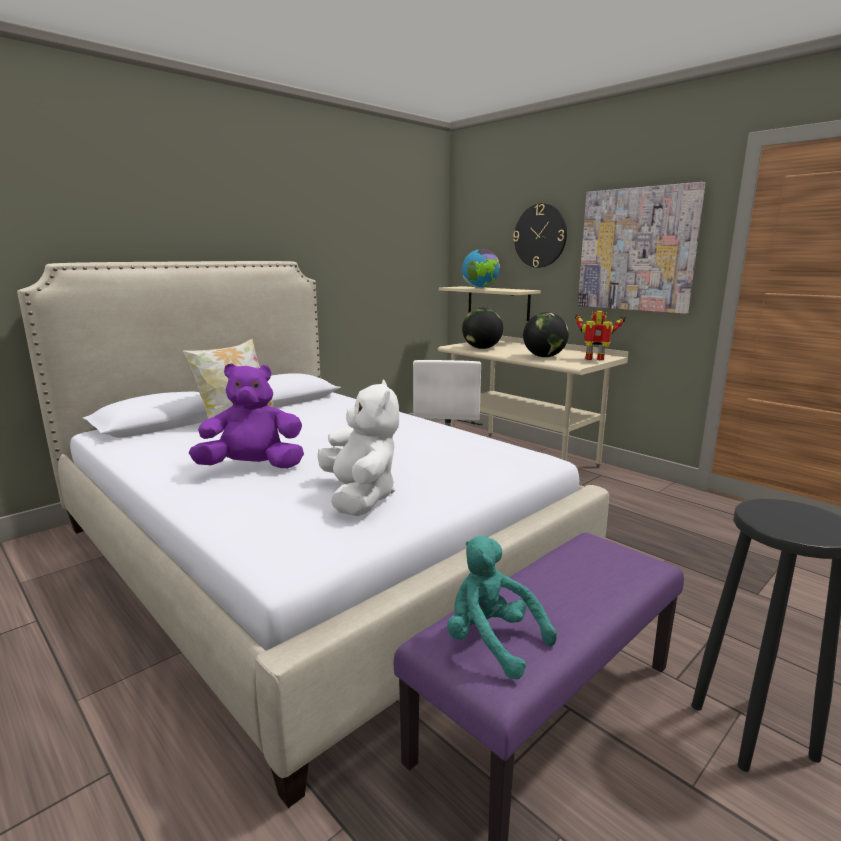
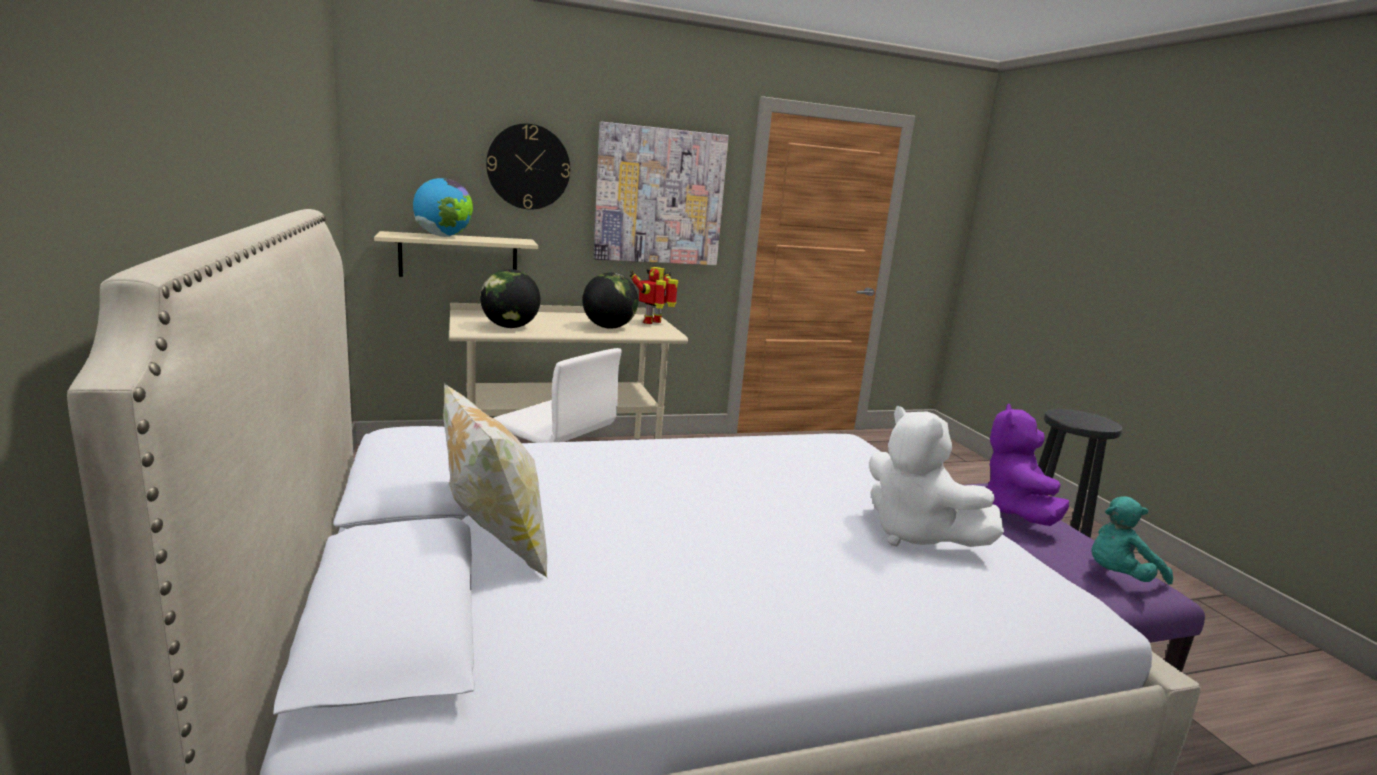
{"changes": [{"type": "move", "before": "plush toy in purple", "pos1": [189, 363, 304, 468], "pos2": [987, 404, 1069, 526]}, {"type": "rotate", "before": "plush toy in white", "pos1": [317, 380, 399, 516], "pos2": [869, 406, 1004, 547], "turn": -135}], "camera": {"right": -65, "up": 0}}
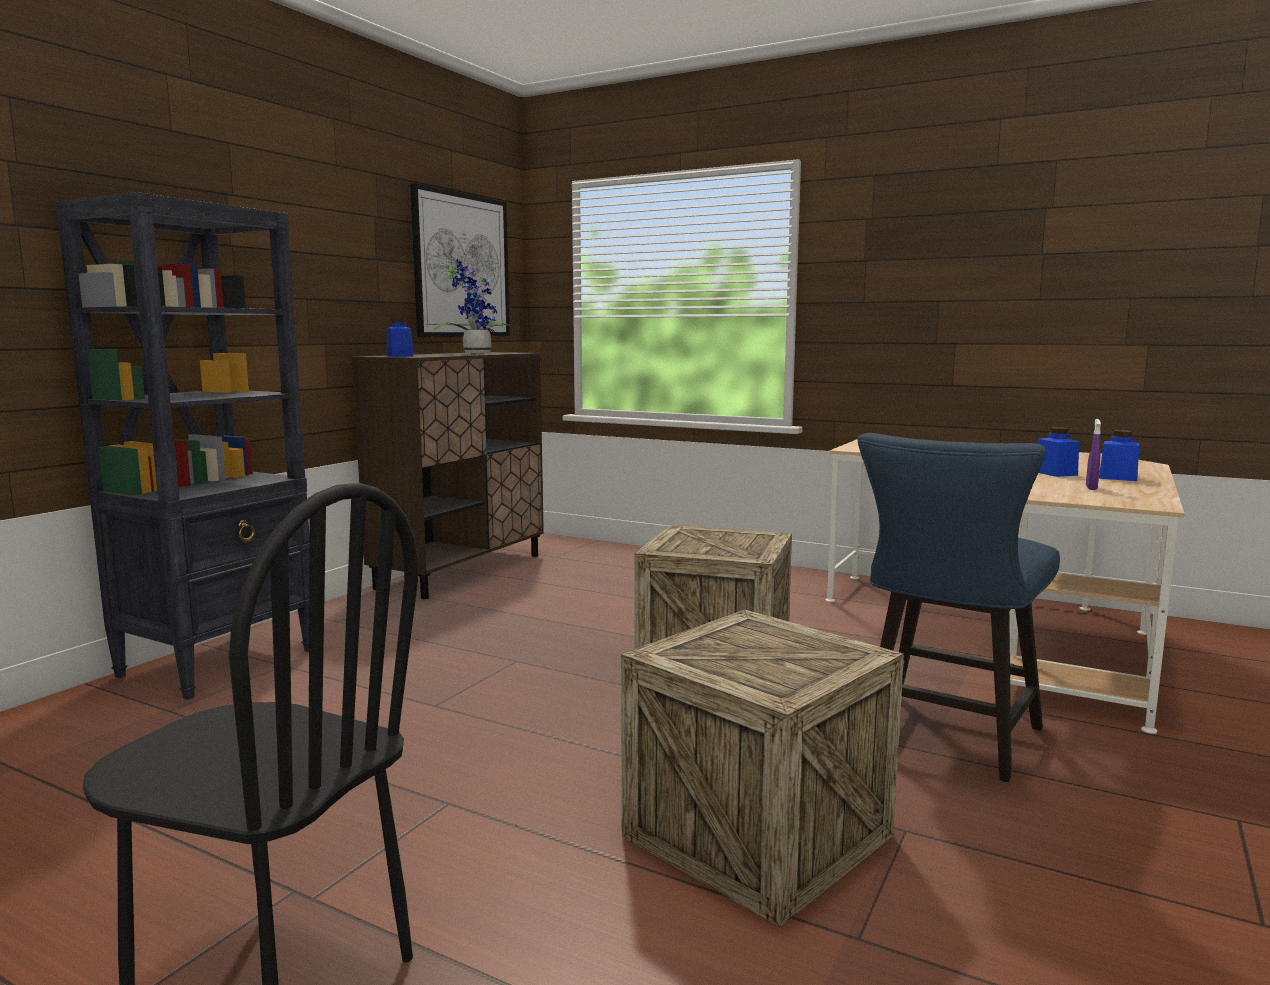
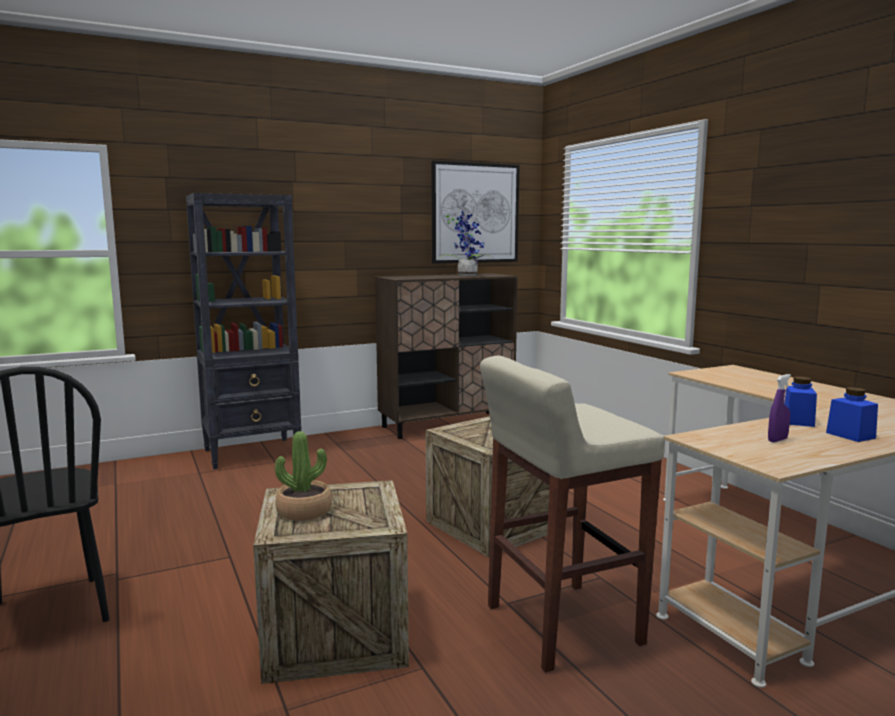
{"changes": [{"type": "delete", "before": "jar in blue", "pos1": [386, 318, 413, 357]}, {"type": "replace", "before": "chair in blue", "after": "stool in beige", "pos1": [858, 433, 1060, 782], "pos2": [480, 356, 665, 673]}, {"type": "insert", "after": "potted plant", "pos2": [275, 431, 332, 521]}], "camera": {"right": 35, "up": 0}}
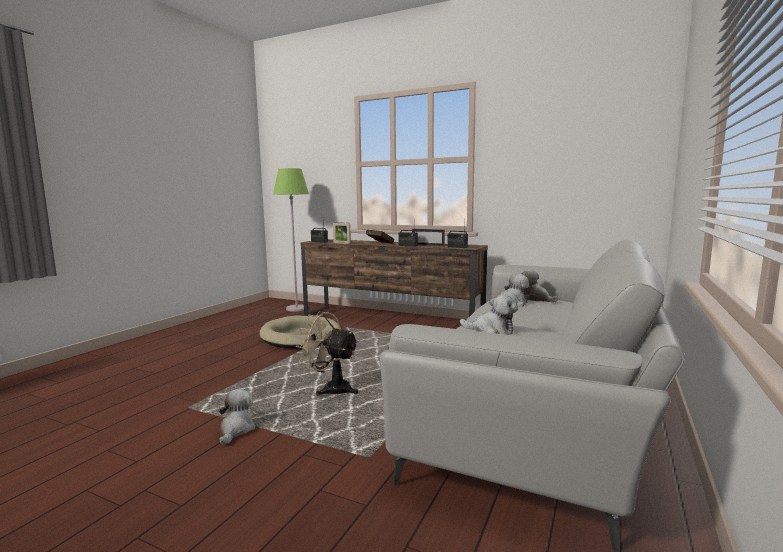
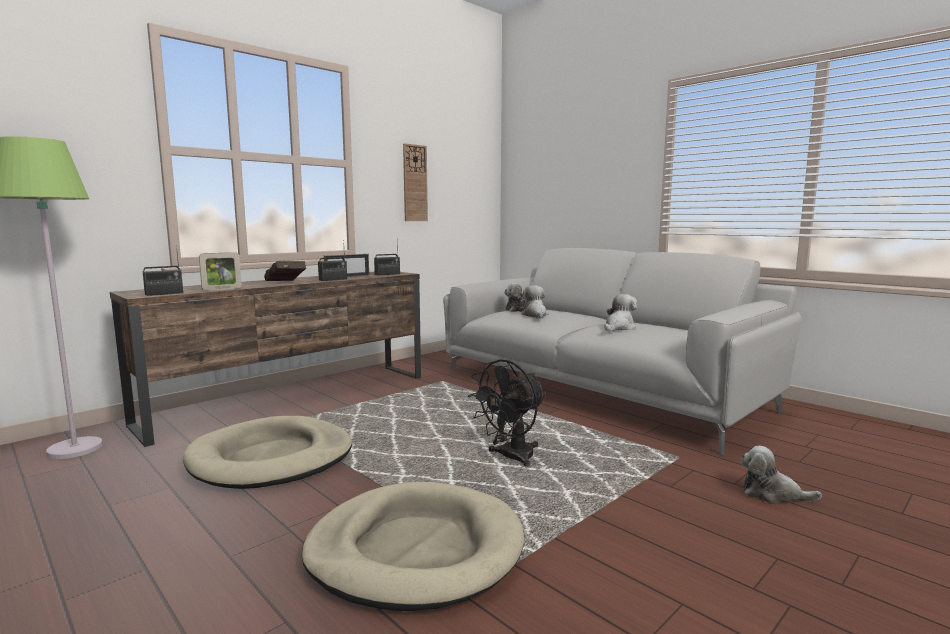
{"changes": [{"type": "recolor", "before": "fan in beige", "after": "fan in black", "pos1": [296, 312, 359, 396], "pos2": [468, 359, 547, 467]}, {"type": "move", "before": "plush toy", "pos1": [219, 389, 256, 445], "pos2": [741, 446, 822, 503]}, {"type": "insert", "after": "wall clock", "pos2": [403, 143, 428, 221]}, {"type": "insert", "after": "dog bed in beige", "pos2": [302, 482, 525, 611]}], "camera": {"right": -70, "up": 0}}
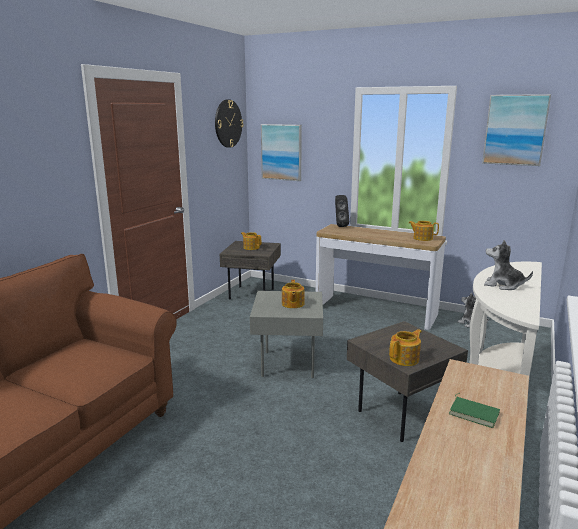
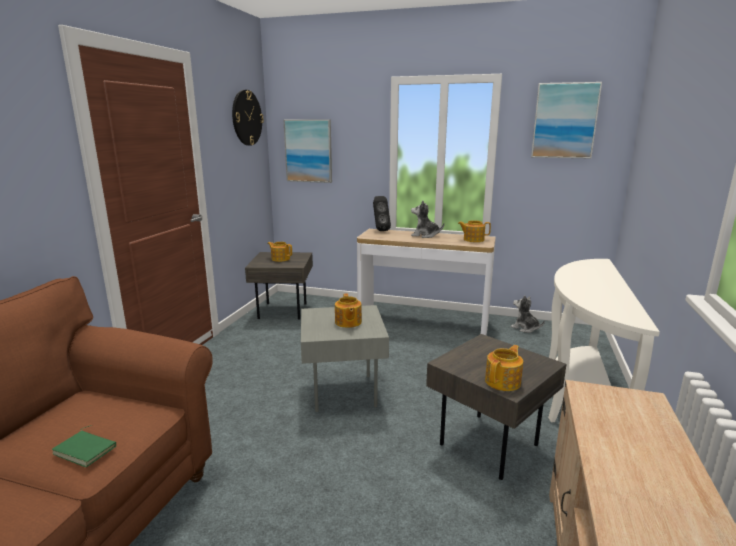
{"changes": [{"type": "move", "before": "plush toy", "pos1": [484, 240, 533, 290], "pos2": [411, 200, 444, 238]}, {"type": "move", "before": "book in green", "pos1": [449, 393, 500, 428], "pos2": [52, 425, 116, 467]}], "camera": {"right": -10, "up": 0}}
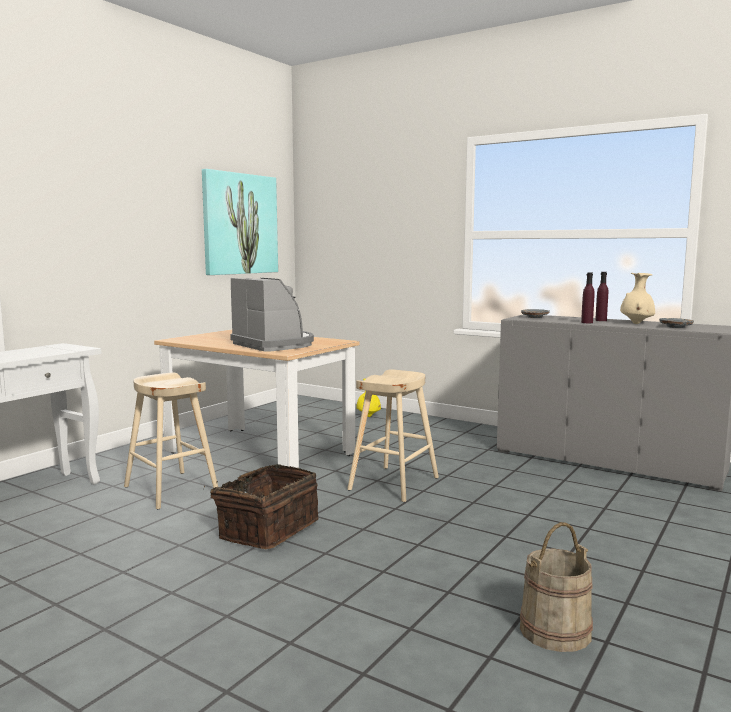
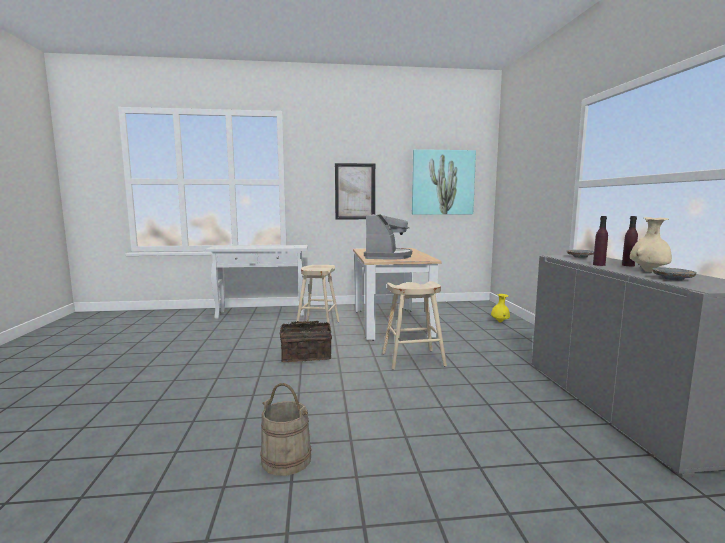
{"changes": [{"type": "insert", "after": "picture", "pos2": [335, 163, 375, 219]}], "camera": {"right": 50, "up": 0}}
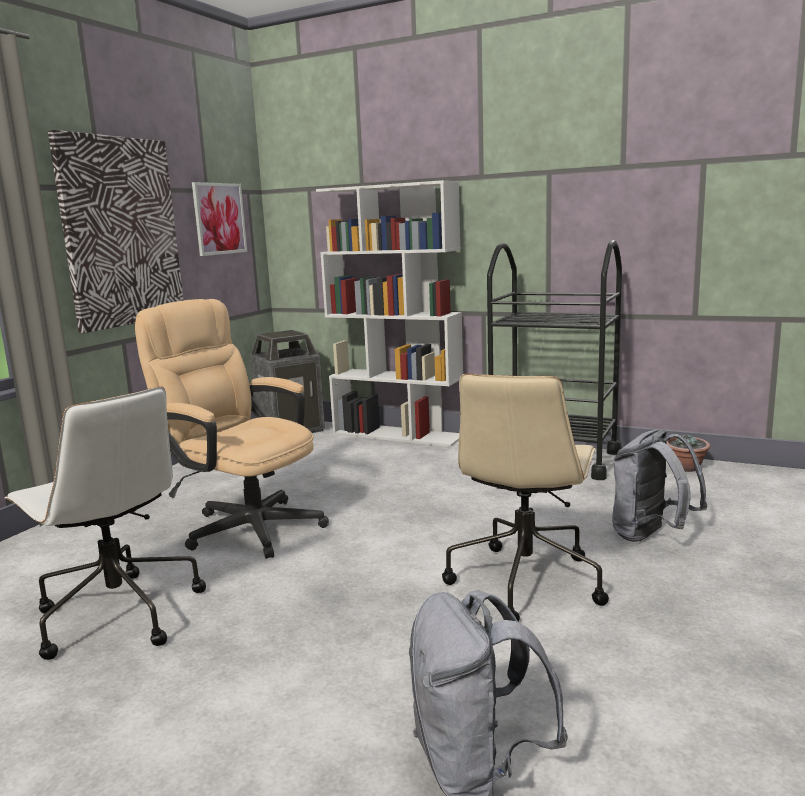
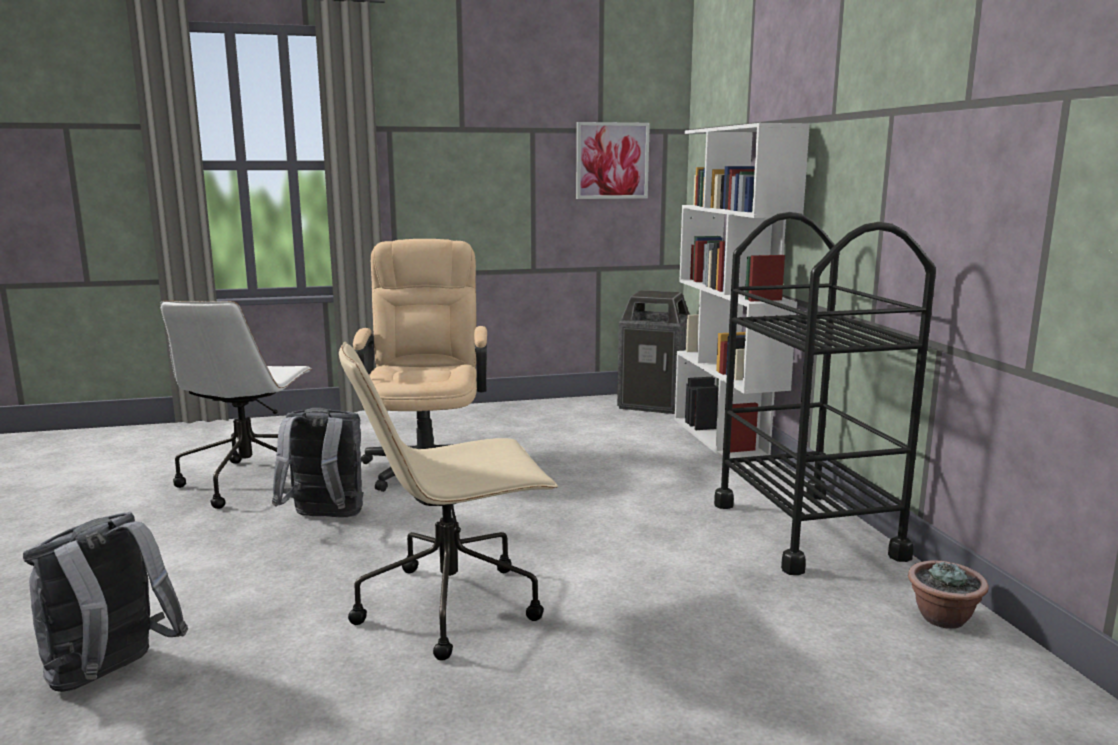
{"changes": [{"type": "delete", "before": "picture", "pos1": [48, 130, 183, 333]}, {"type": "move", "before": "backpack in grey", "pos1": [612, 429, 708, 542], "pos2": [272, 408, 363, 518]}], "camera": {"right": 50, "up": 0}}
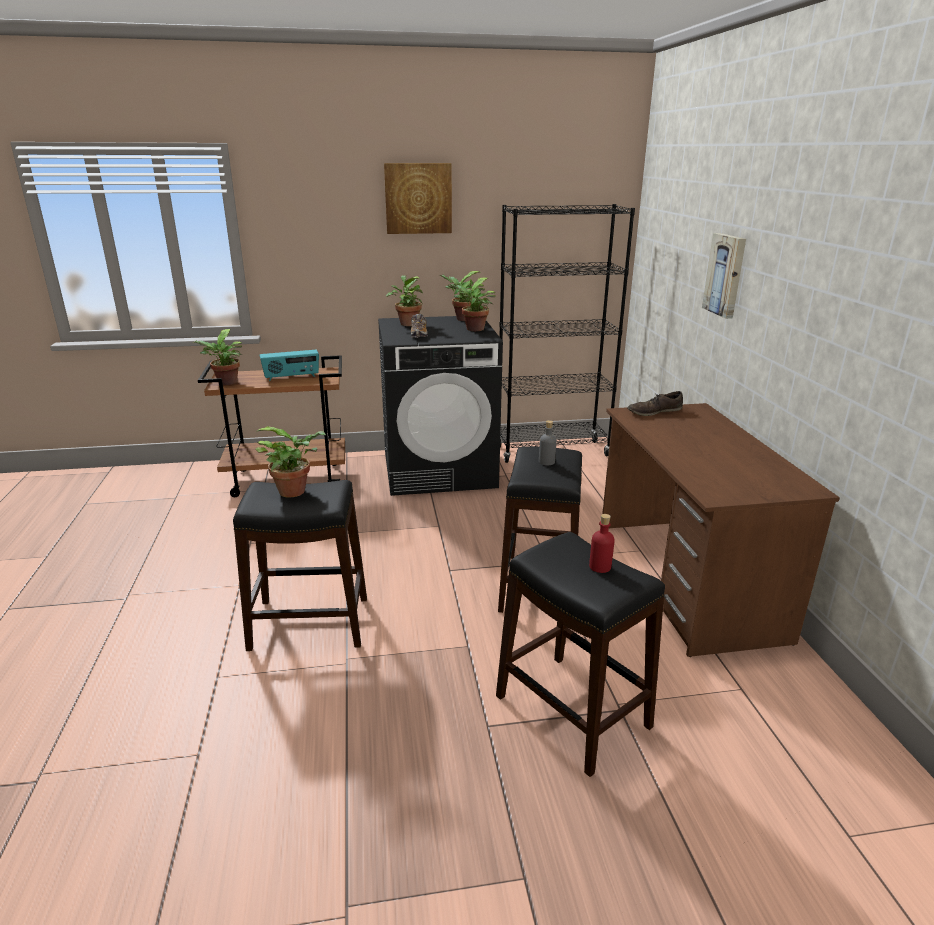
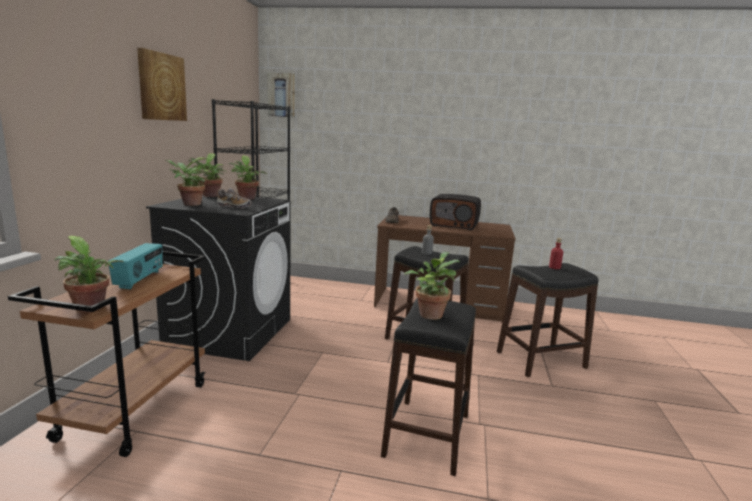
{"changes": [{"type": "move", "before": "picture", "pos1": [702, 233, 746, 319], "pos2": [267, 73, 295, 117]}, {"type": "insert", "after": "radio", "pos2": [430, 194, 481, 230]}], "camera": {"right": -70, "up": -10}}
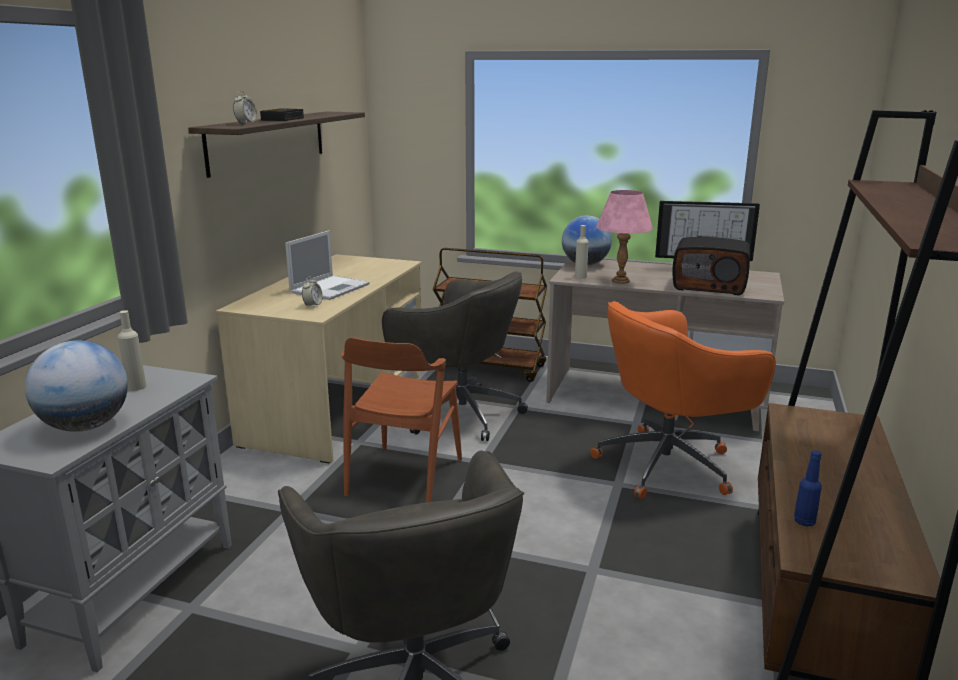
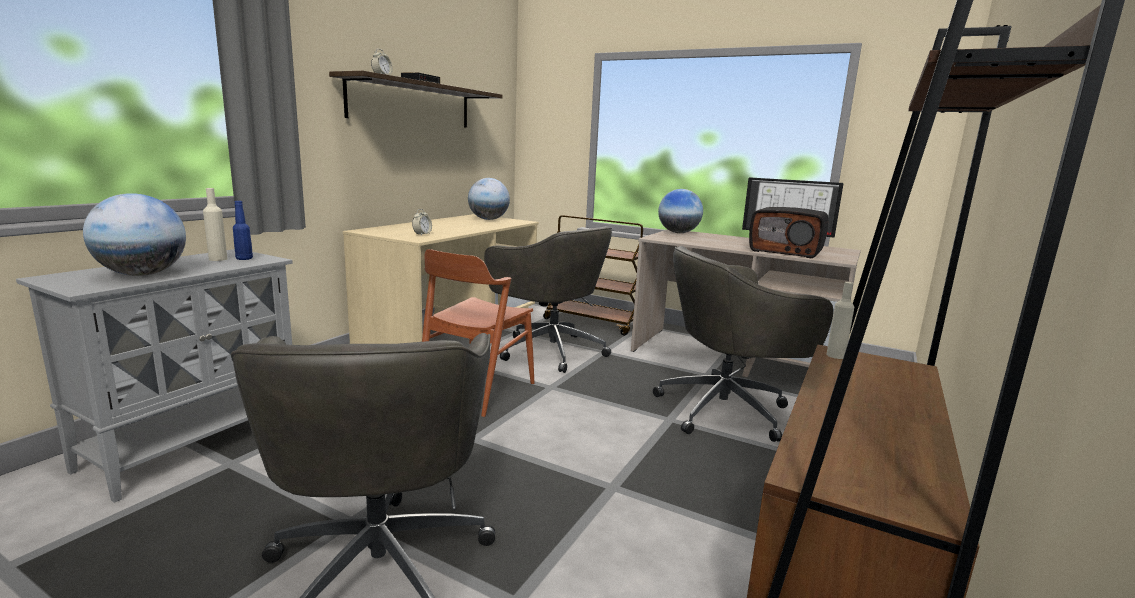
{"changes": [{"type": "delete", "before": "table lamp in pink", "pos1": [596, 190, 653, 284]}, {"type": "move", "before": "bottle in beige", "pos1": [575, 225, 589, 279], "pos2": [826, 282, 854, 359]}, {"type": "delete", "before": "laptop", "pos1": [285, 231, 370, 300]}, {"type": "recolor", "before": "office chair in orange", "after": "office chair in grey", "pos1": [590, 301, 776, 499], "pos2": [653, 246, 833, 442]}, {"type": "move", "before": "bottle in blue", "pos1": [794, 450, 822, 526], "pos2": [233, 201, 253, 260]}, {"type": "insert", "after": "globe", "pos2": [468, 178, 510, 220]}], "camera": {"right": 10, "up": -5}}
